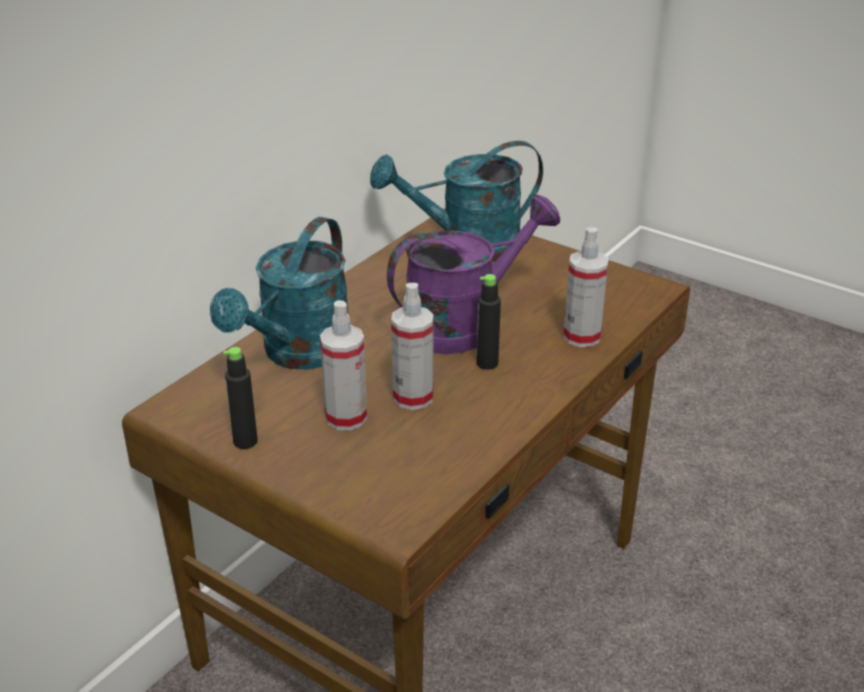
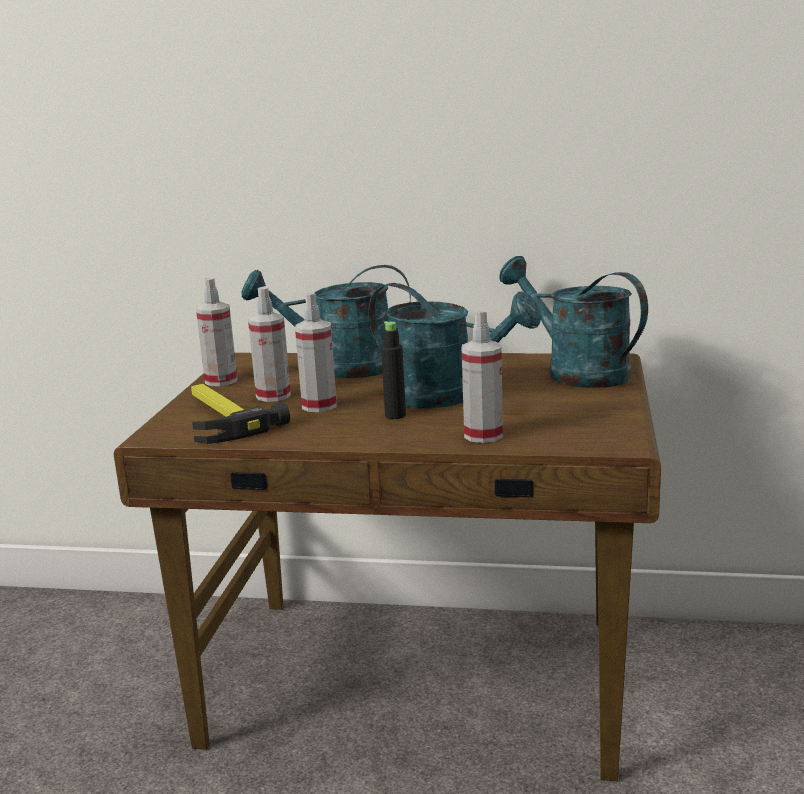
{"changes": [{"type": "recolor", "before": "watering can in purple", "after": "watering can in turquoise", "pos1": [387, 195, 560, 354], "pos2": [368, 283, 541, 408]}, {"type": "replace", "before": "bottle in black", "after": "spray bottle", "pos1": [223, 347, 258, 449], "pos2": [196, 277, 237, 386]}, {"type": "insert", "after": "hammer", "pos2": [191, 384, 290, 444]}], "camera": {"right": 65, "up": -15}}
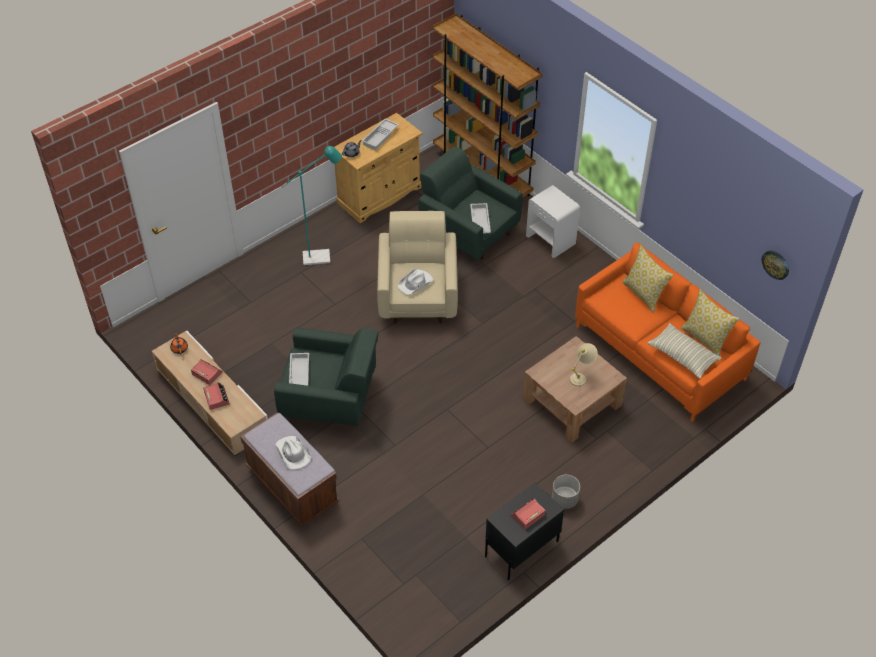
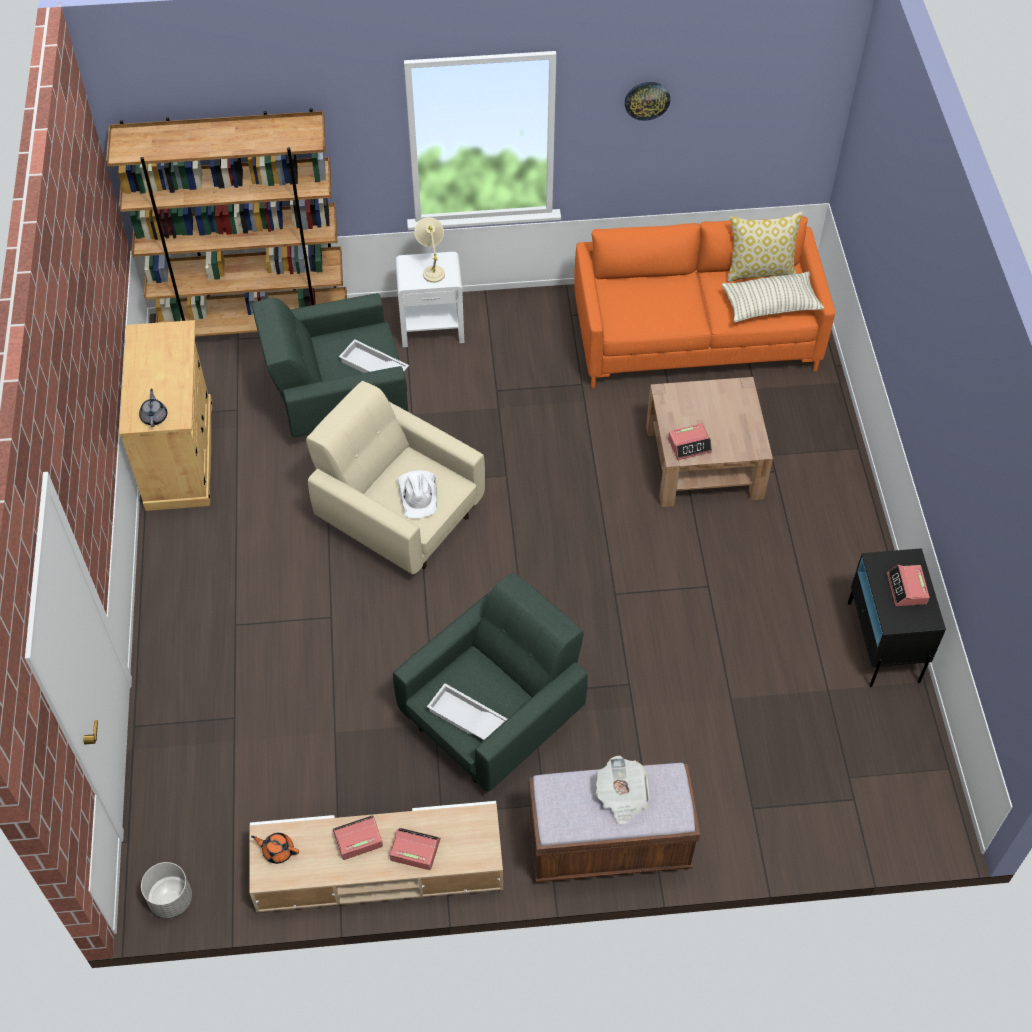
{"changes": [{"type": "delete", "before": "tray in white", "pos1": [362, 118, 399, 150]}, {"type": "delete", "before": "floor lamp in turquoise", "pos1": [281, 146, 342, 265]}, {"type": "delete", "before": "pillow", "pos1": [622, 245, 673, 313]}, {"type": "move", "before": "wall clock", "pos1": [761, 251, 789, 280], "pos2": [625, 82, 670, 121]}, {"type": "move", "before": "table lamp in beige", "pos1": [570, 343, 598, 386], "pos2": [414, 217, 445, 283]}, {"type": "replace", "before": "hat in white", "after": "newspaper", "pos1": [275, 436, 311, 470], "pos2": [596, 756, 649, 825]}, {"type": "move", "before": "planter in grey", "pos1": [552, 475, 580, 509], "pos2": [141, 862, 192, 918]}, {"type": "insert", "after": "alarm clock", "pos2": [668, 424, 712, 460]}], "camera": {"right": -55, "up": 5}}
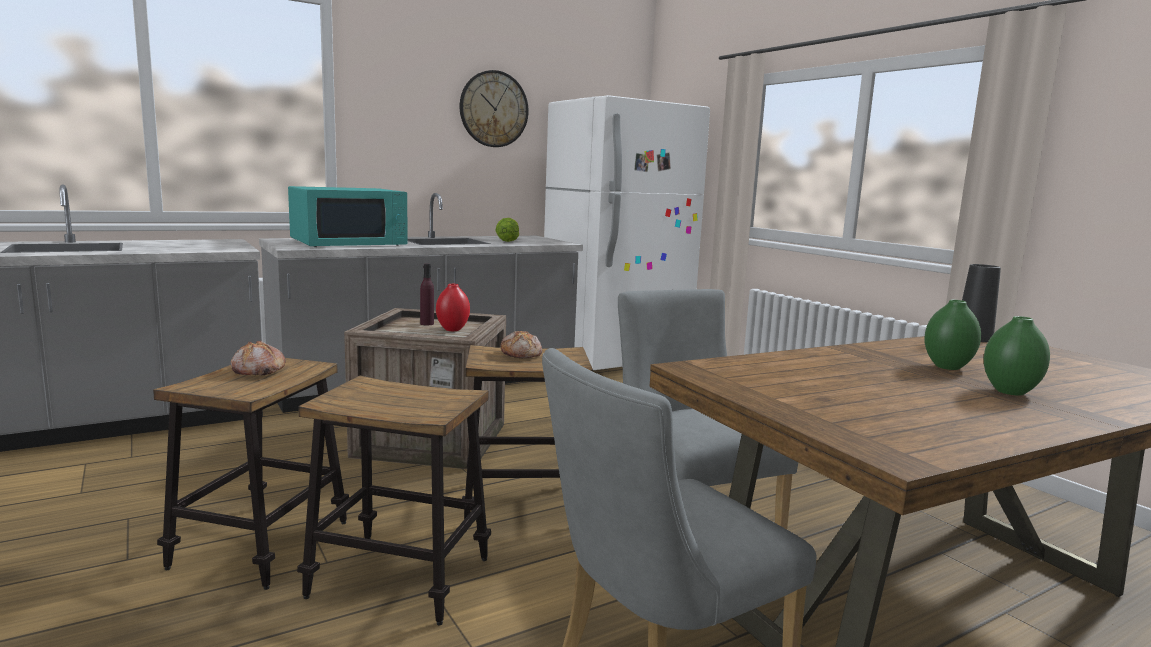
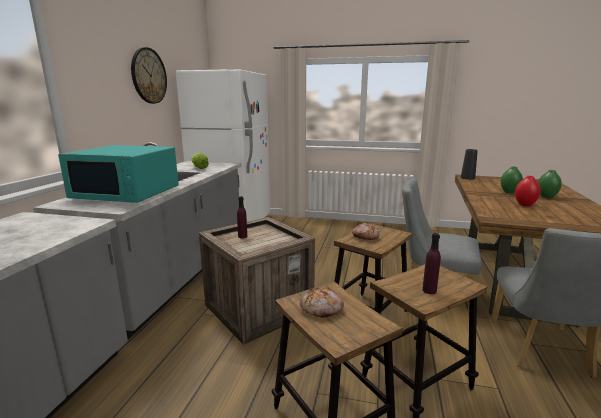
{"changes": [{"type": "rotate", "before": "microwave in turquoise", "pos1": [288, 186, 408, 247], "pos2": [58, 145, 179, 203], "turn": 90}, {"type": "move", "before": "vase in red", "pos1": [436, 284, 470, 331], "pos2": [515, 176, 541, 206]}, {"type": "insert", "after": "bottle in purple", "pos2": [422, 233, 441, 294]}], "camera": {"right": -45, "up": 5}}
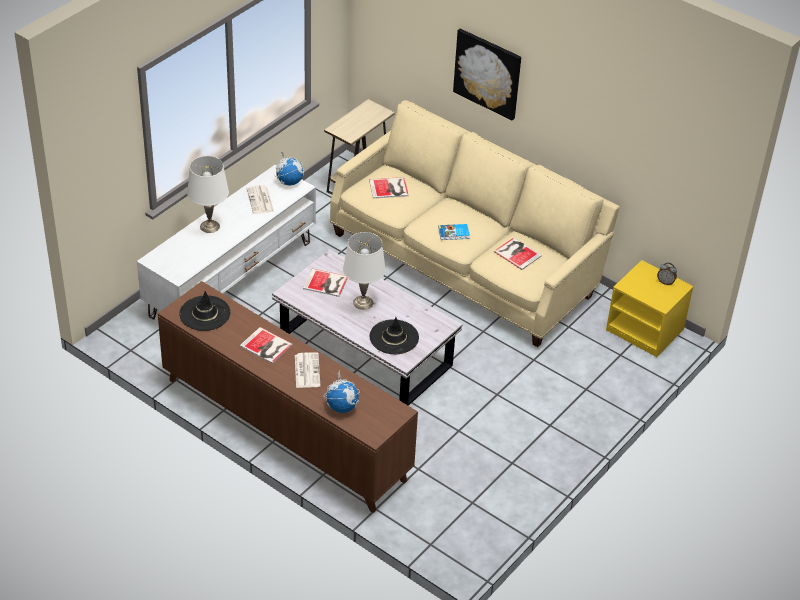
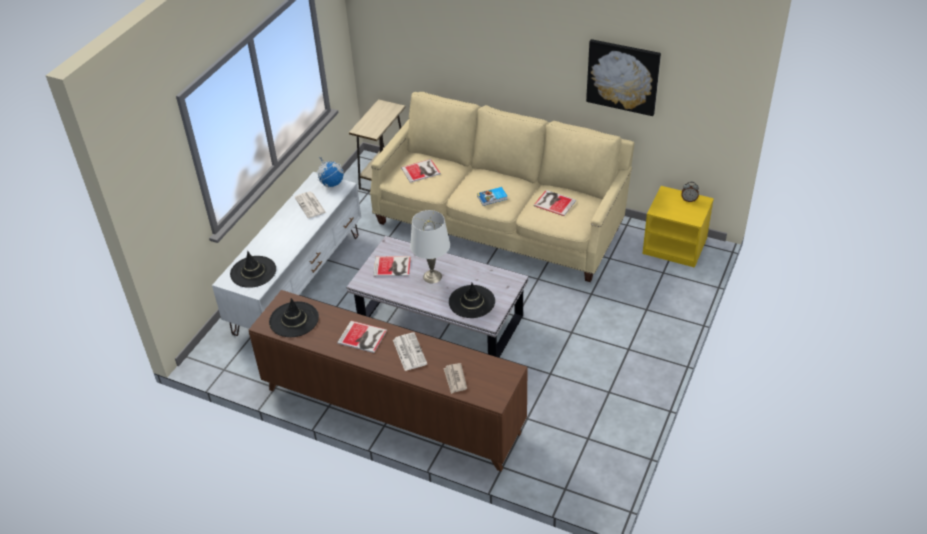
{"changes": [{"type": "move", "before": "picture", "pos1": [453, 29, 521, 121], "pos2": [586, 39, 661, 116]}, {"type": "delete", "before": "table lamp in white", "pos1": [187, 156, 229, 233]}, {"type": "replace", "before": "globe", "after": "newspaper", "pos1": [324, 370, 360, 413], "pos2": [443, 363, 467, 394]}, {"type": "insert", "after": "hat in black", "pos2": [230, 251, 276, 288]}], "camera": {"right": -10, "up": 0}}
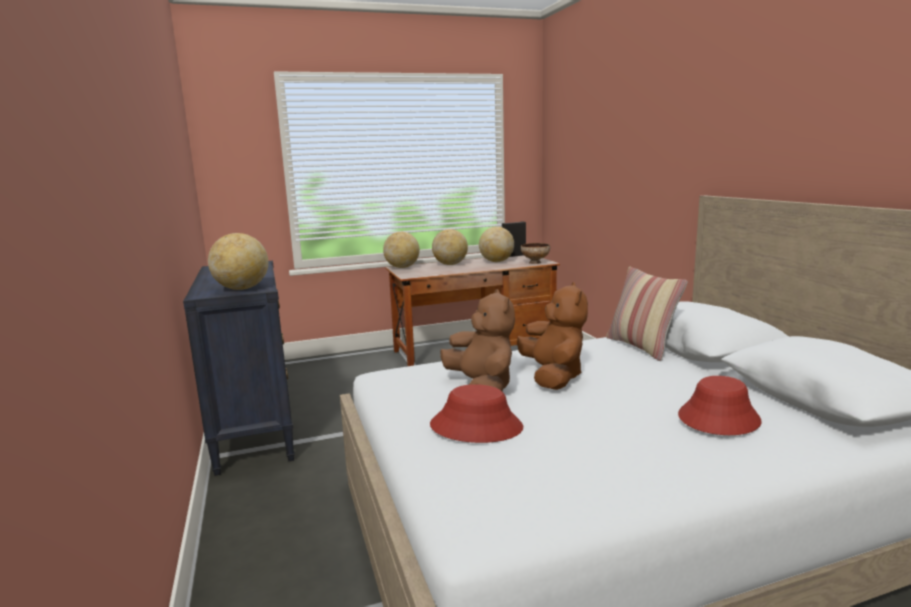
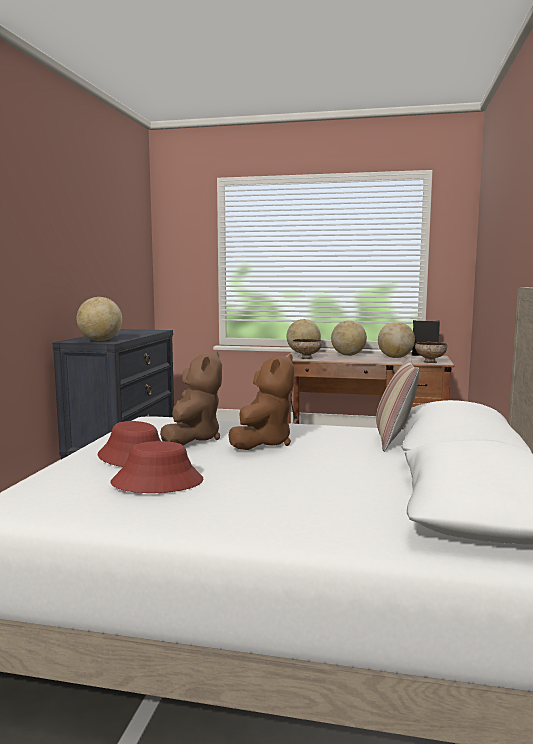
{"changes": [{"type": "move", "before": "hat in red", "pos1": [678, 376, 761, 435], "pos2": [110, 441, 204, 493]}, {"type": "insert", "after": "bowl", "pos2": [292, 339, 322, 359]}], "camera": {"right": 30, "up": -5}}
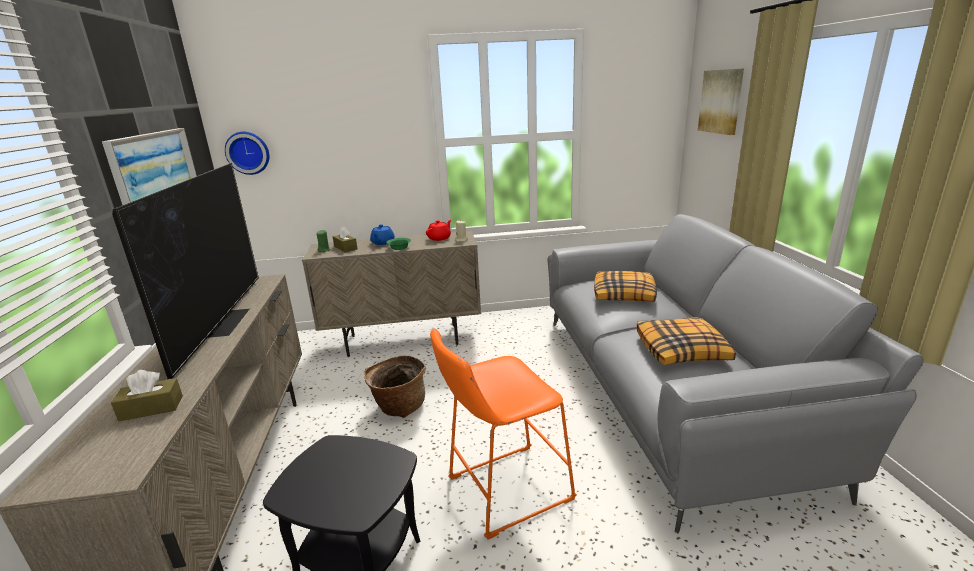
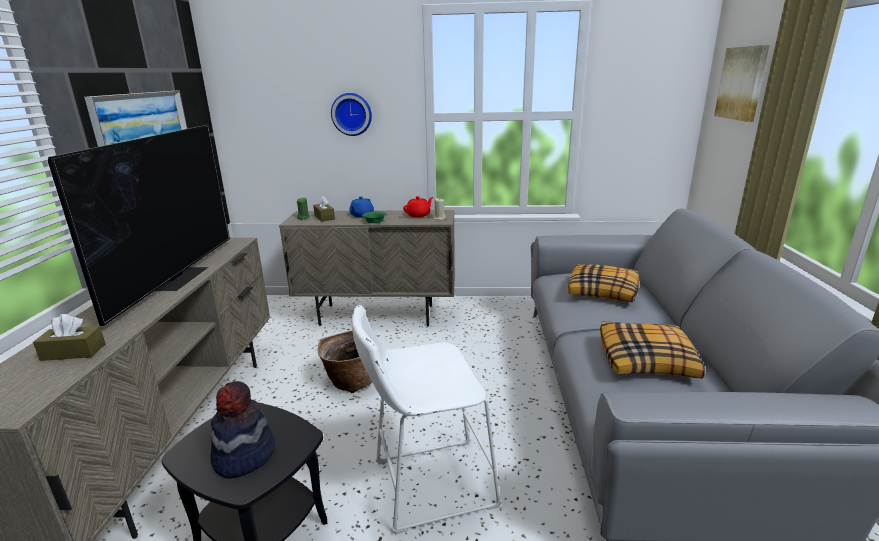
{"changes": [{"type": "move", "before": "wall clock", "pos1": [225, 132, 269, 175], "pos2": [331, 93, 372, 136]}, {"type": "recolor", "before": "stool in orange", "after": "stool in white", "pos1": [430, 329, 577, 539], "pos2": [352, 305, 502, 534]}, {"type": "insert", "after": "hat", "pos2": [210, 381, 275, 478]}], "camera": {"right": 10, "up": 0}}
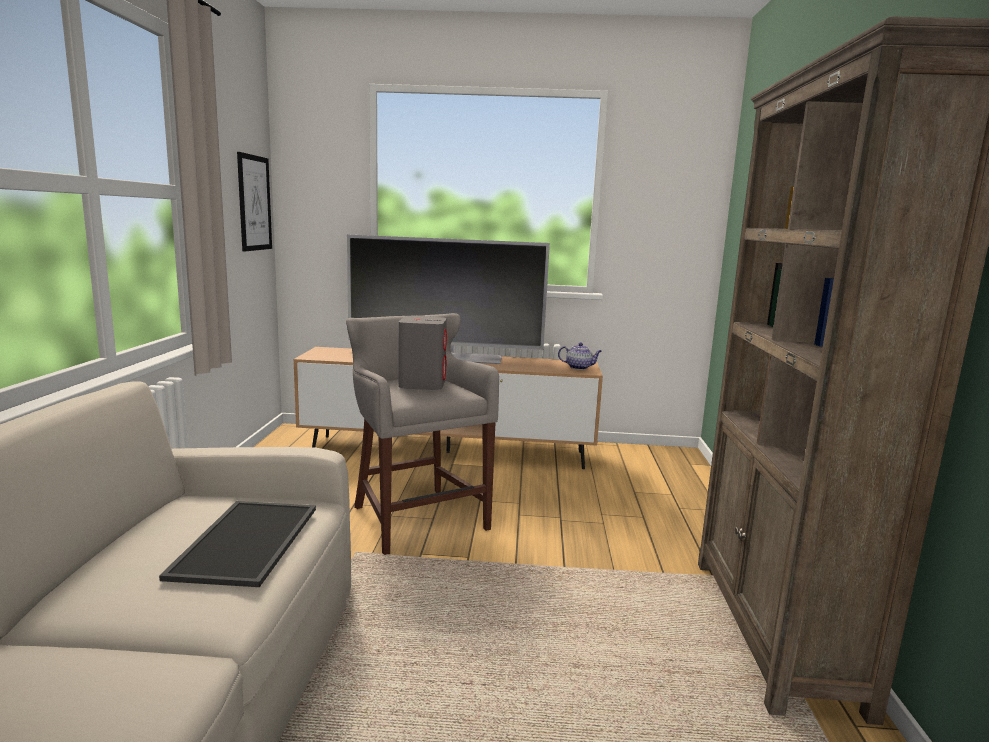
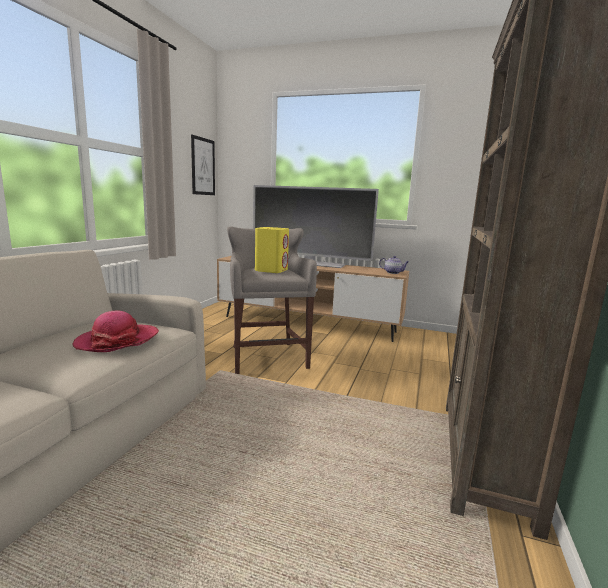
{"changes": [{"type": "recolor", "before": "speaker in grey", "after": "speaker in yellow", "pos1": [398, 316, 447, 390], "pos2": [255, 227, 289, 273]}, {"type": "replace", "before": "tray", "after": "hat", "pos1": [159, 501, 316, 587], "pos2": [72, 310, 159, 352]}], "camera": {"right": 15, "up": 0}}
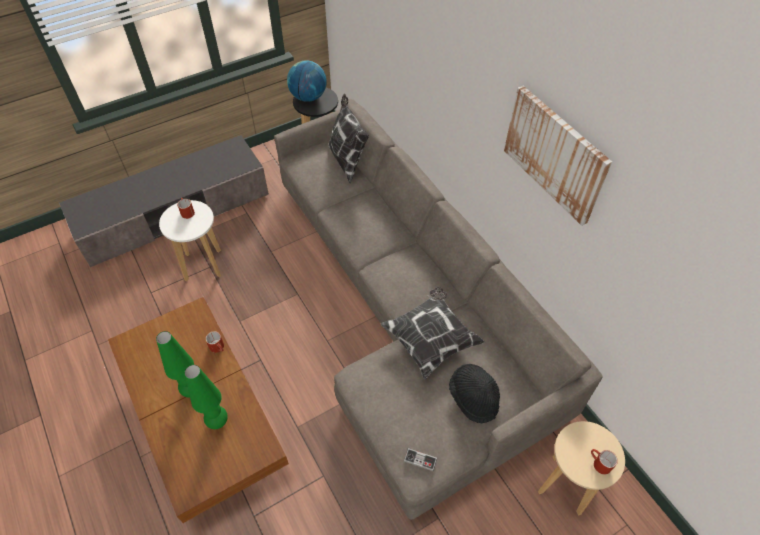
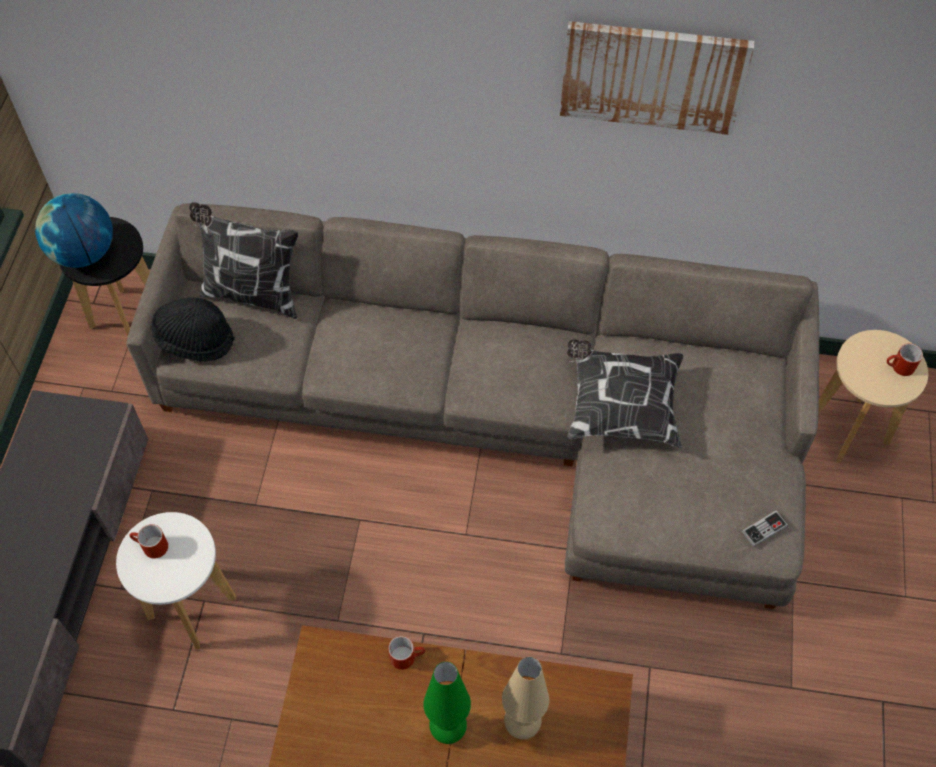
{"changes": [{"type": "move", "before": "hat in black", "pos1": [449, 364, 500, 423], "pos2": [151, 297, 235, 362]}, {"type": "recolor", "before": "table lamp in green", "after": "table lamp in beige", "pos1": [184, 365, 228, 429], "pos2": [502, 657, 549, 739]}], "camera": {"right": -50, "up": 5}}
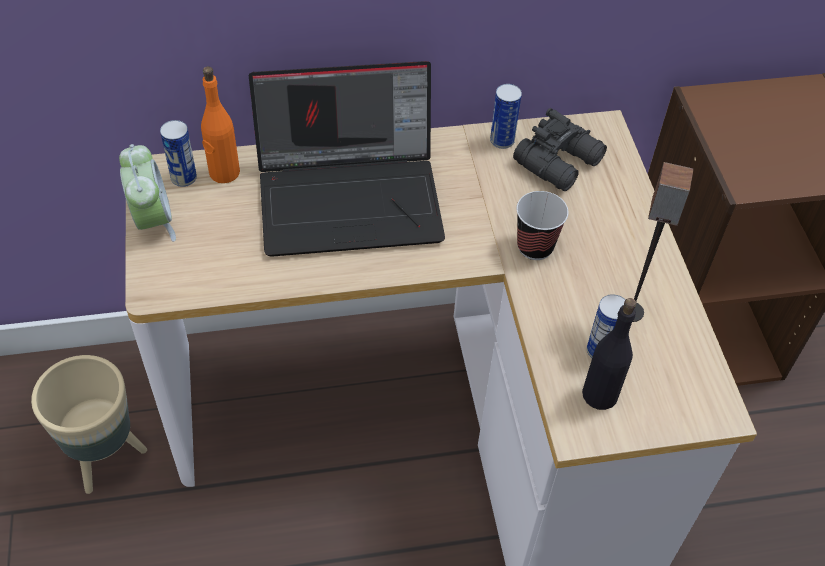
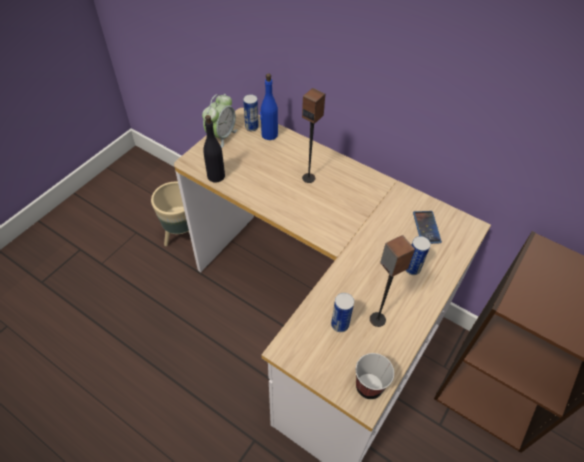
{"changes": [{"type": "replace", "before": "laptop", "after": "speaker", "pos1": [249, 61, 445, 257], "pos2": [302, 88, 325, 183]}, {"type": "recolor", "before": "bottle in orange", "after": "bottle in blue", "pos1": [201, 66, 240, 183], "pos2": [260, 73, 278, 140]}, {"type": "move", "before": "can", "pos1": [490, 84, 522, 149], "pos2": [405, 236, 431, 275]}, {"type": "replace", "before": "binoculars in black", "after": "phone", "pos1": [513, 108, 607, 191], "pos2": [413, 211, 442, 244]}, {"type": "move", "before": "cup", "pos1": [516, 191, 569, 260], "pos2": [356, 353, 394, 399]}, {"type": "move", "before": "bottle in black", "pos1": [582, 298, 637, 410], "pos2": [203, 115, 225, 183]}], "camera": {"right": 45, "up": 0}}
